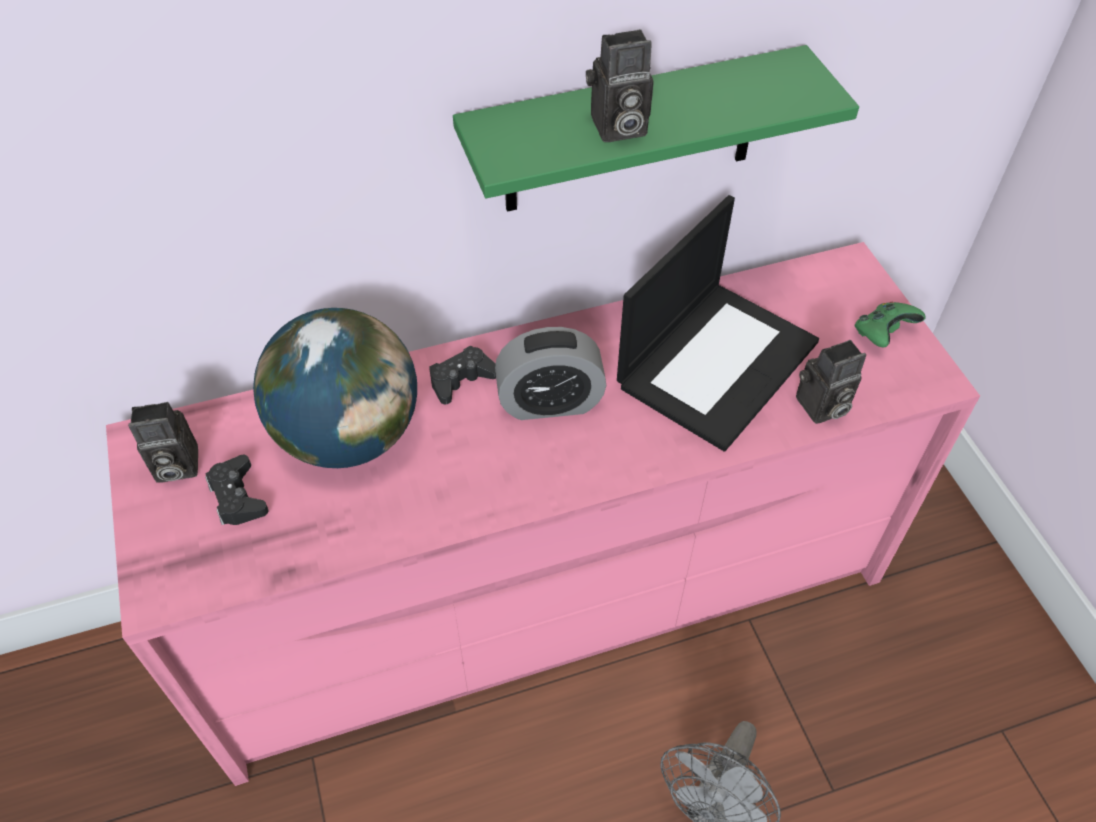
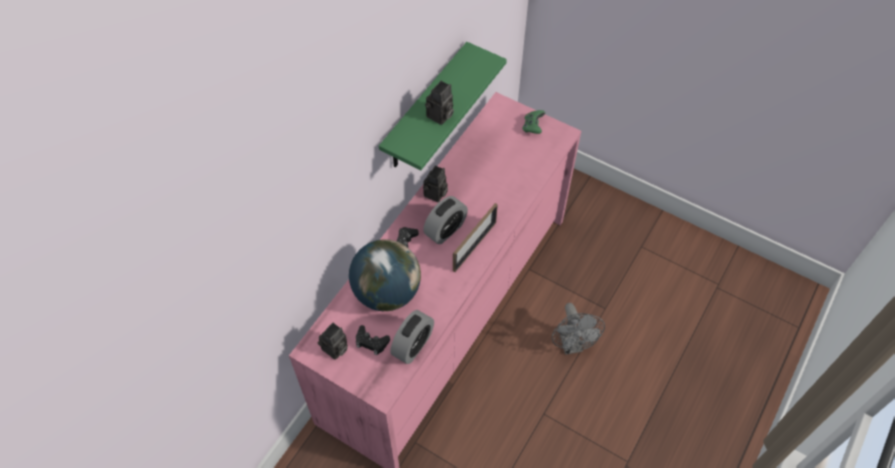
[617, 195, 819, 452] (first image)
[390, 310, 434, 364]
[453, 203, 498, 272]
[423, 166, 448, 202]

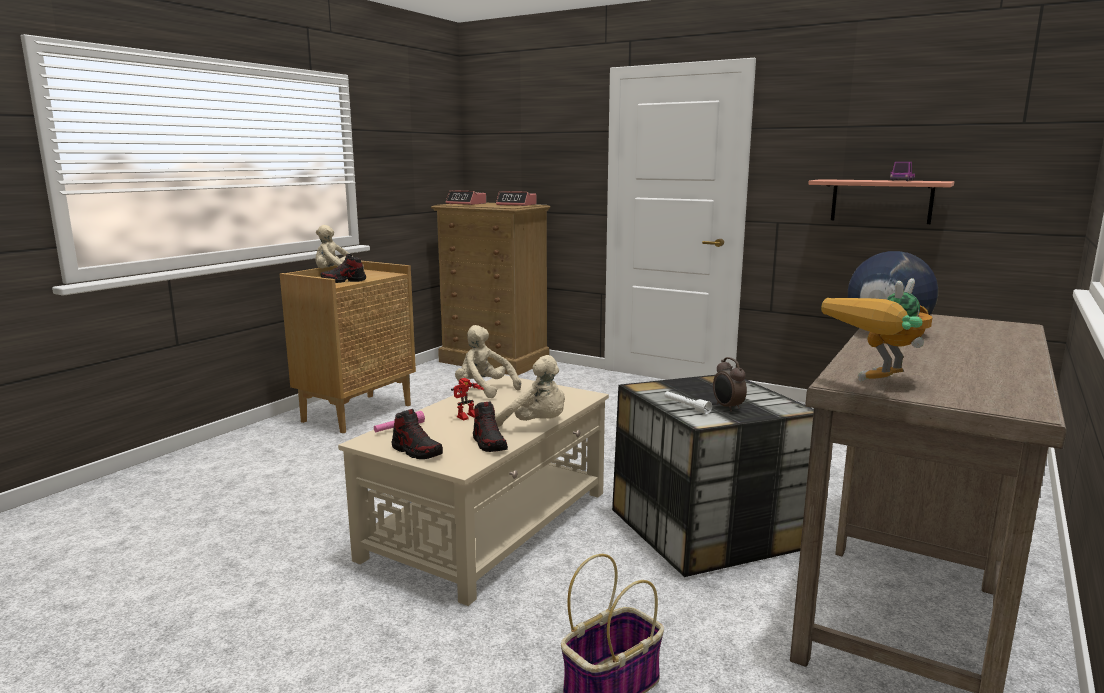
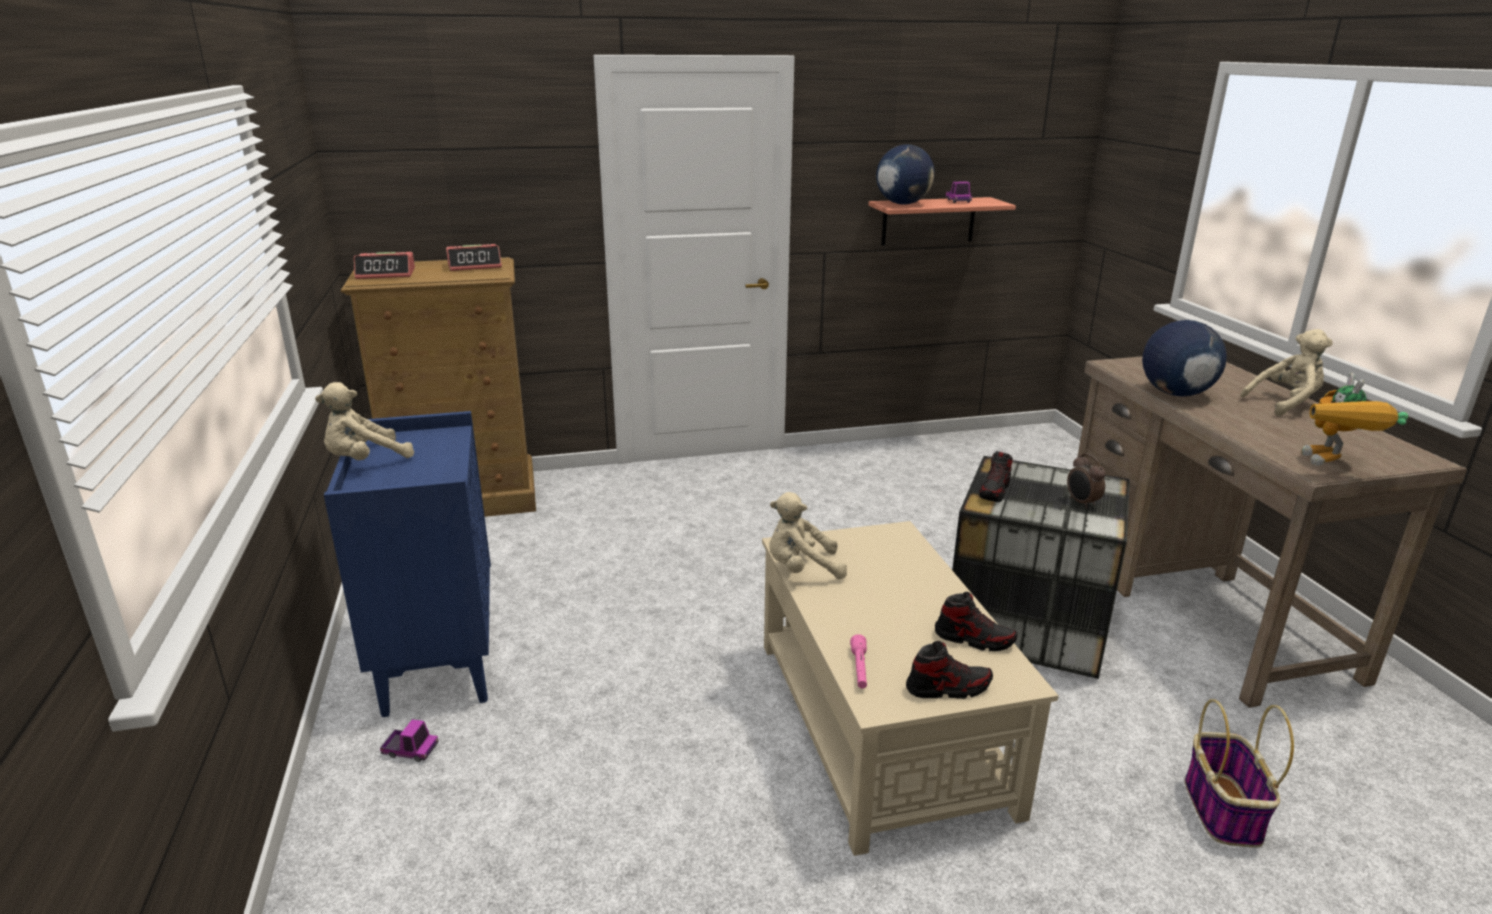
[451, 378, 484, 420] (first image)
[664, 391, 712, 414] (first image)
[380, 719, 439, 762]
[876, 144, 935, 205]
[979, 451, 1013, 502]
[1240, 329, 1333, 416]
[324, 411, 491, 717]
[1067, 453, 1106, 509]

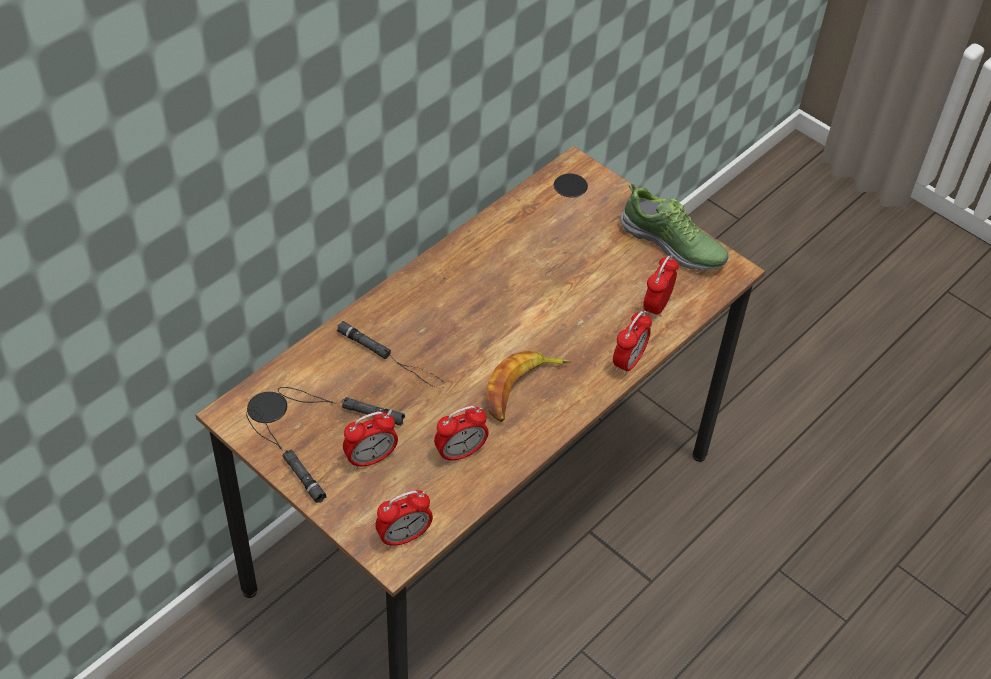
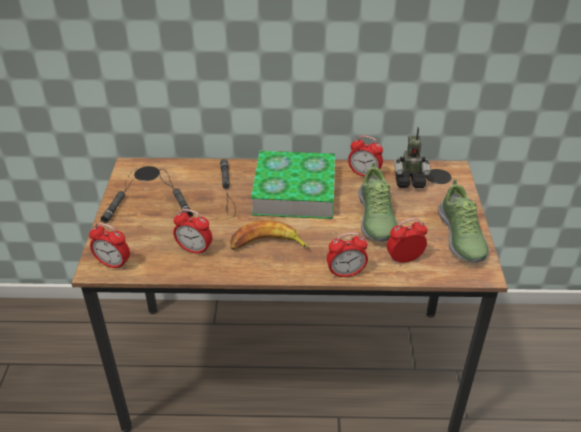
[251, 151, 335, 219]
[358, 162, 398, 242]
[394, 127, 431, 188]
[348, 135, 383, 177]

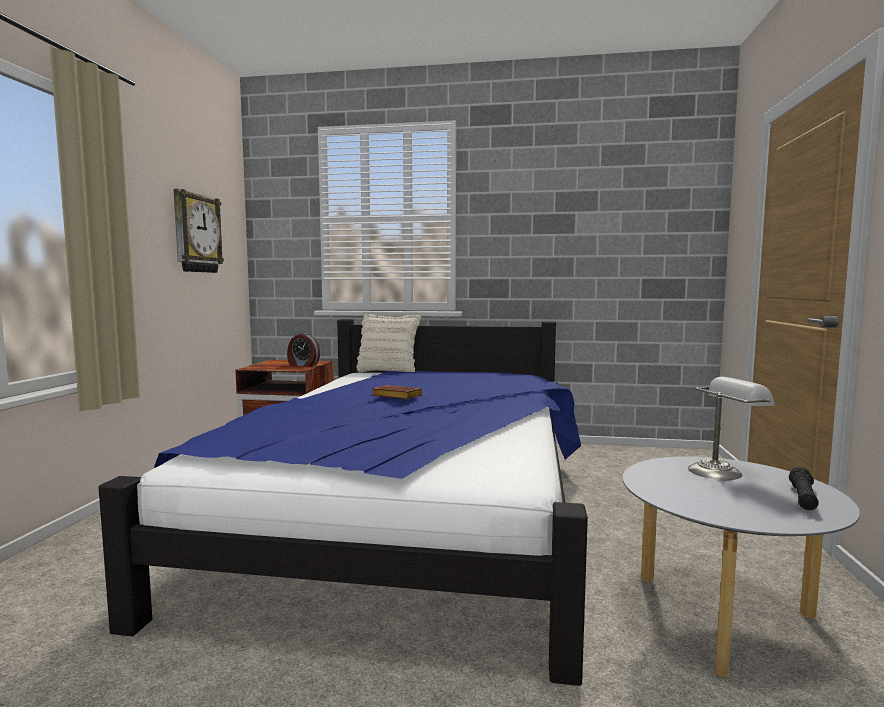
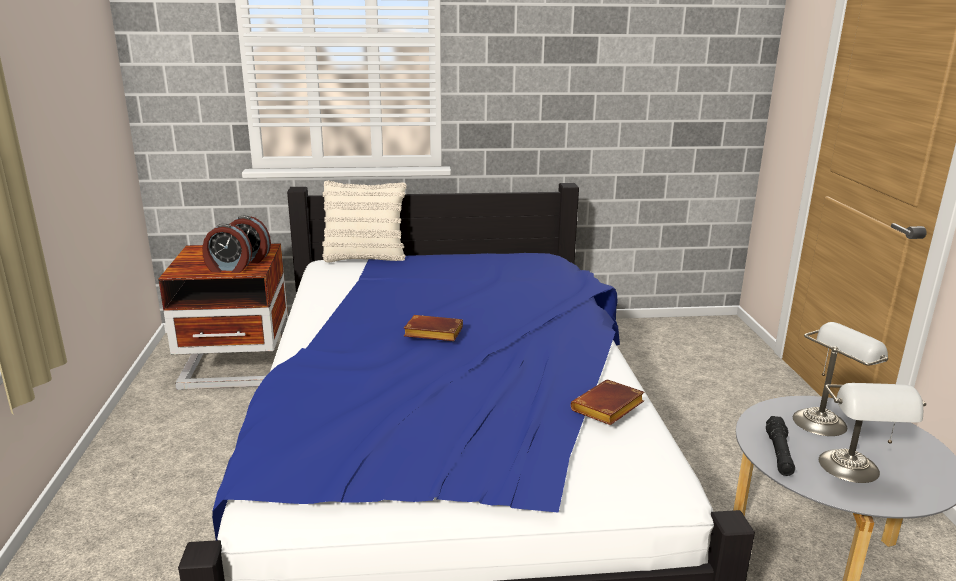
[174, 189, 224, 273] (first image)
[202, 224, 252, 273]
[571, 379, 645, 425]
[819, 383, 926, 483]
[766, 416, 795, 476]

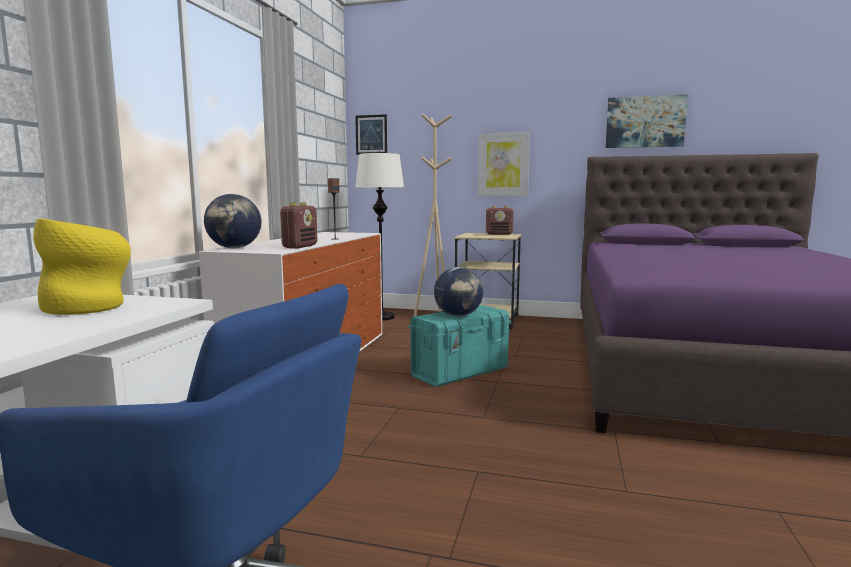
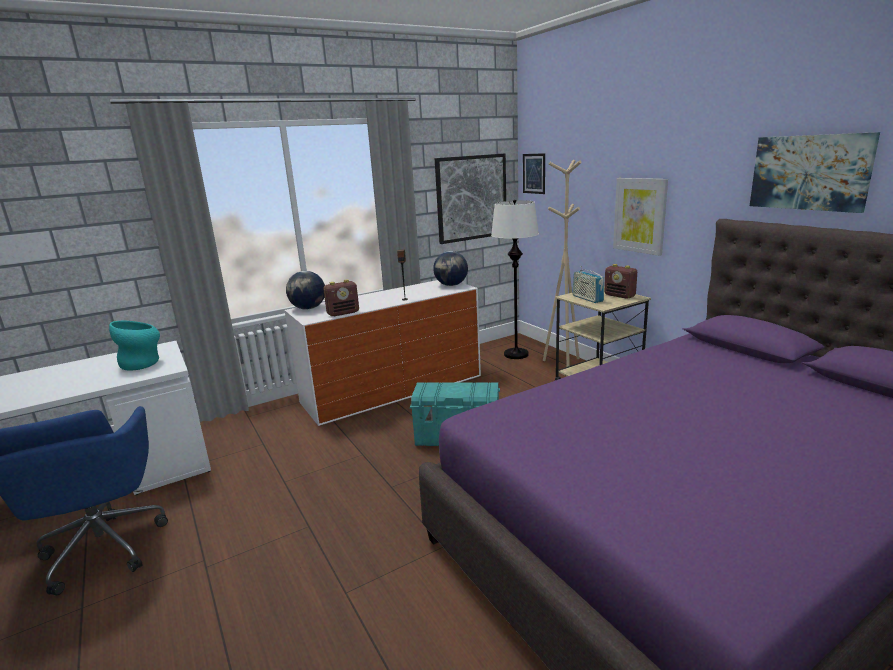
[435, 154, 506, 244]
[572, 266, 604, 303]
[433, 251, 468, 286]
[109, 321, 160, 371]

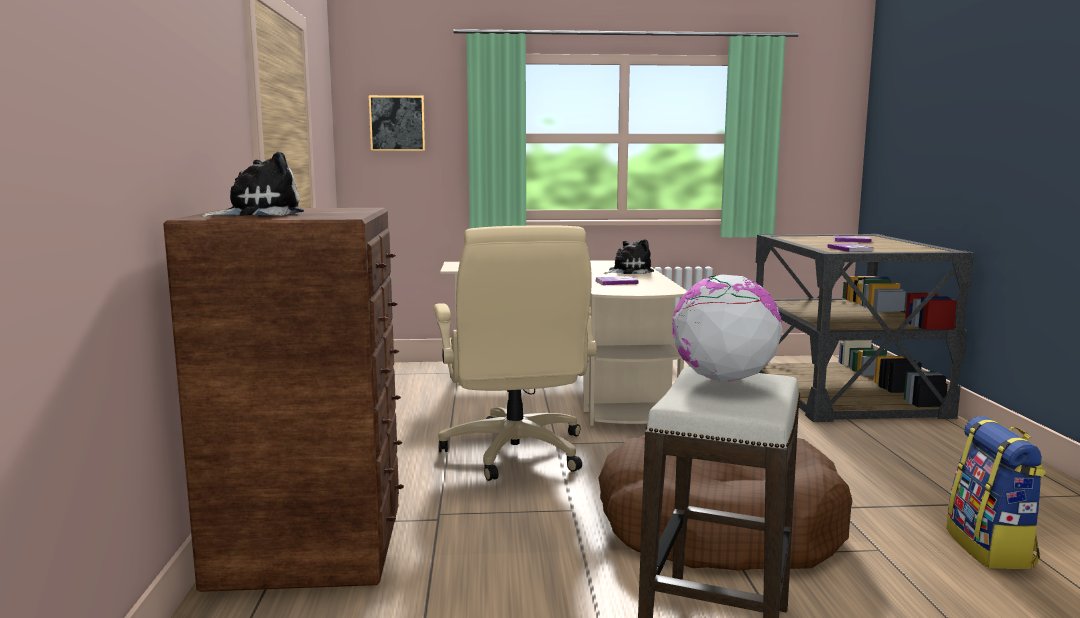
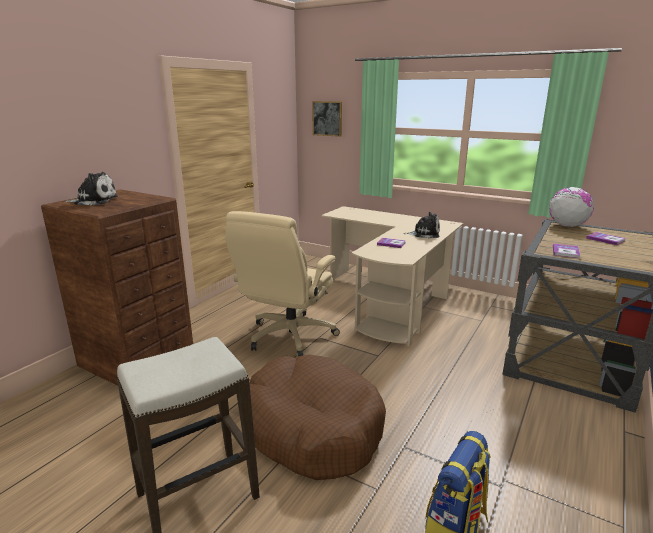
[549, 187, 594, 227]

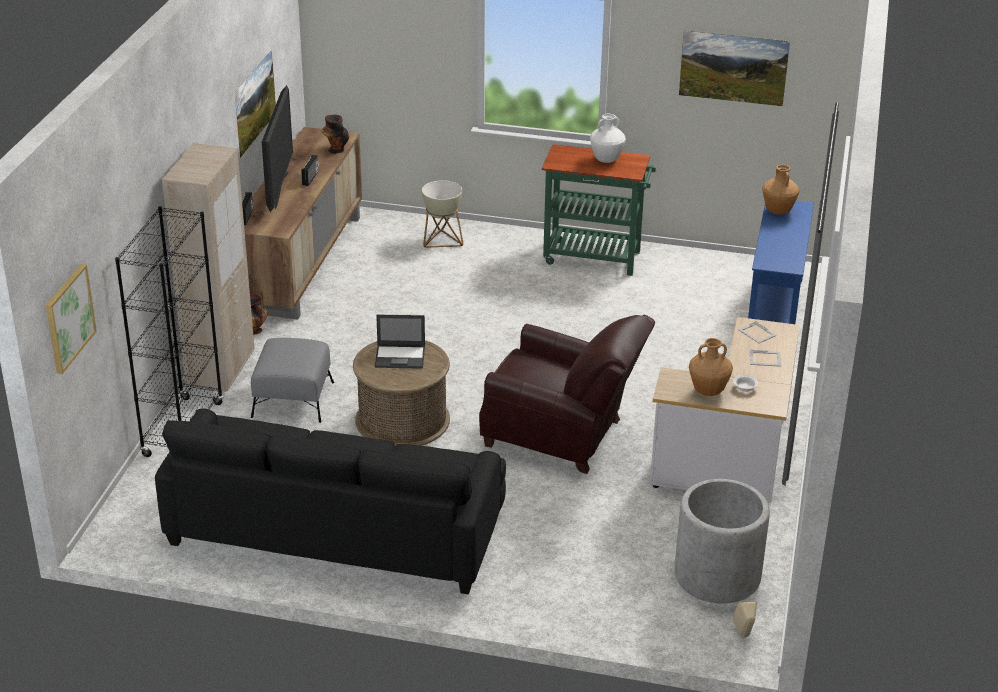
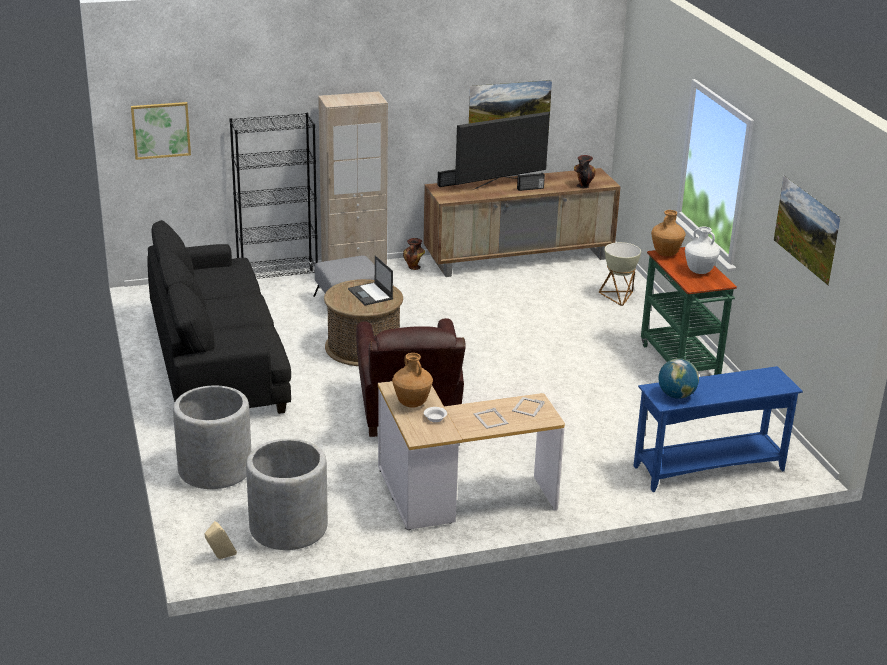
[173, 385, 251, 489]
[658, 358, 699, 399]
[651, 210, 686, 256]

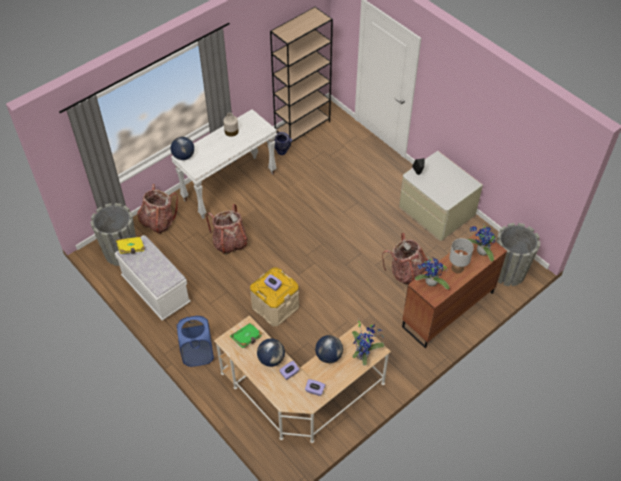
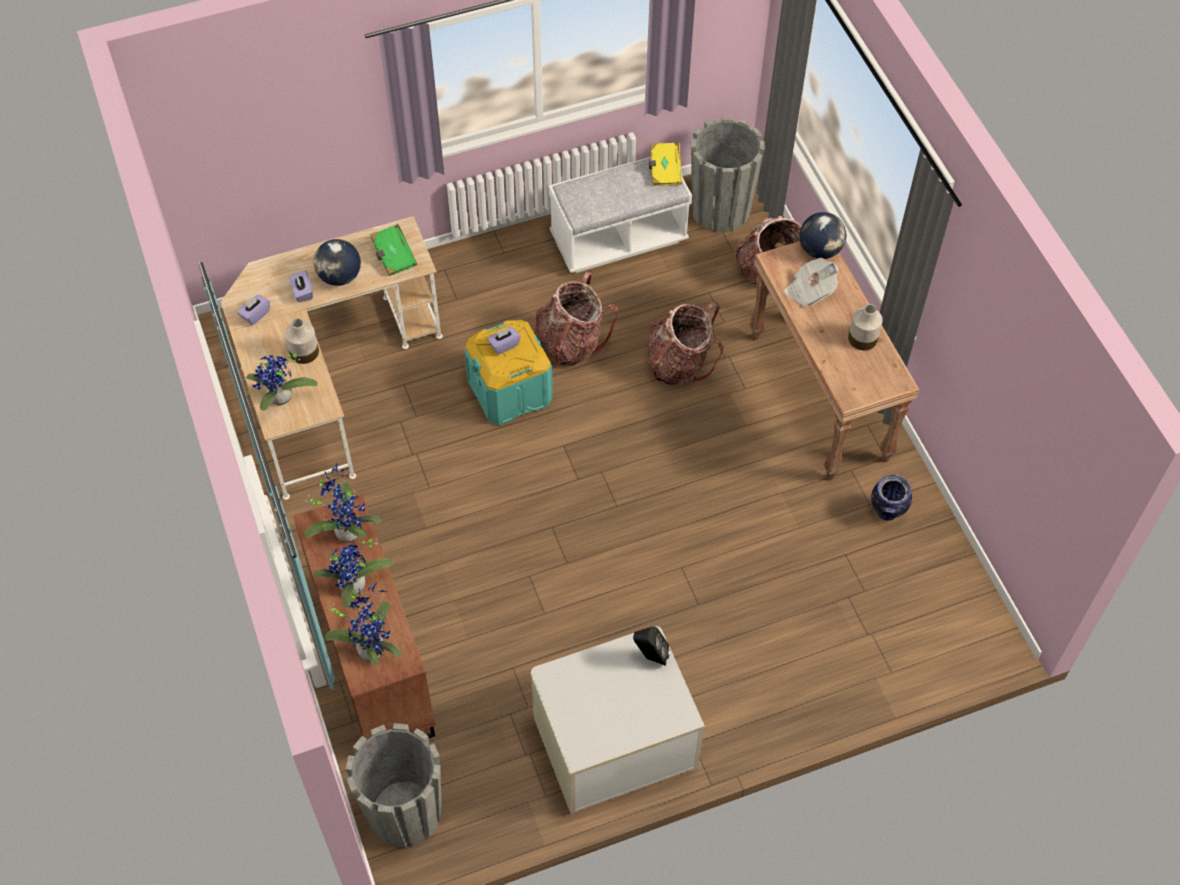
[177, 315, 214, 367] (first image)
[270, 7, 333, 146] (first image)
[785, 258, 839, 308]
[535, 272, 618, 365]
[285, 318, 319, 364]
[314, 539, 393, 607]
[749, 241, 920, 481]
[465, 320, 553, 425]

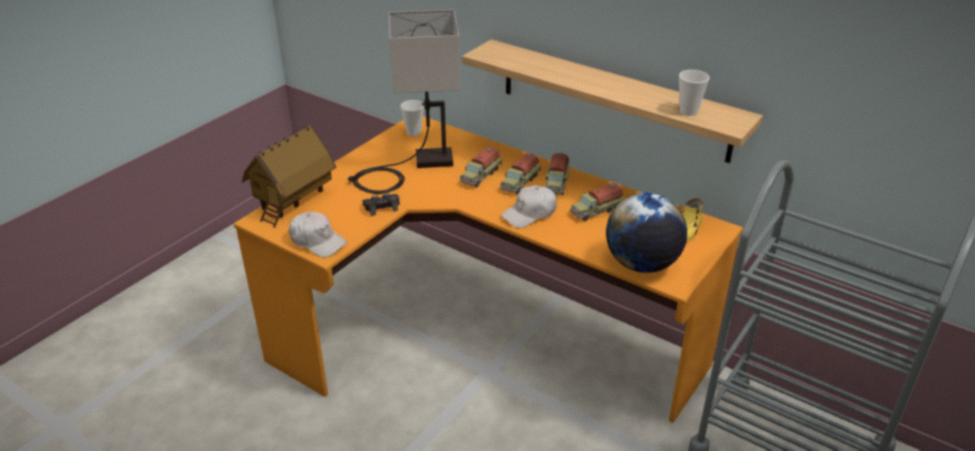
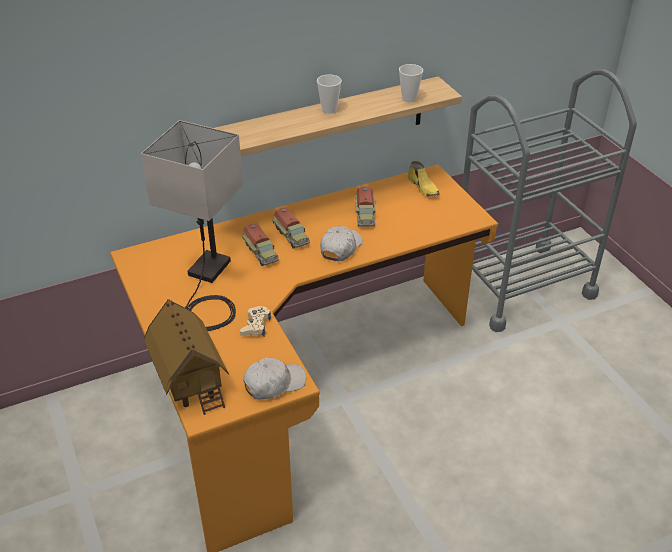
[545, 153, 571, 195] (first image)
[606, 193, 687, 273] (first image)
[317, 74, 342, 114]
[240, 306, 271, 336]
[320, 226, 363, 261]

